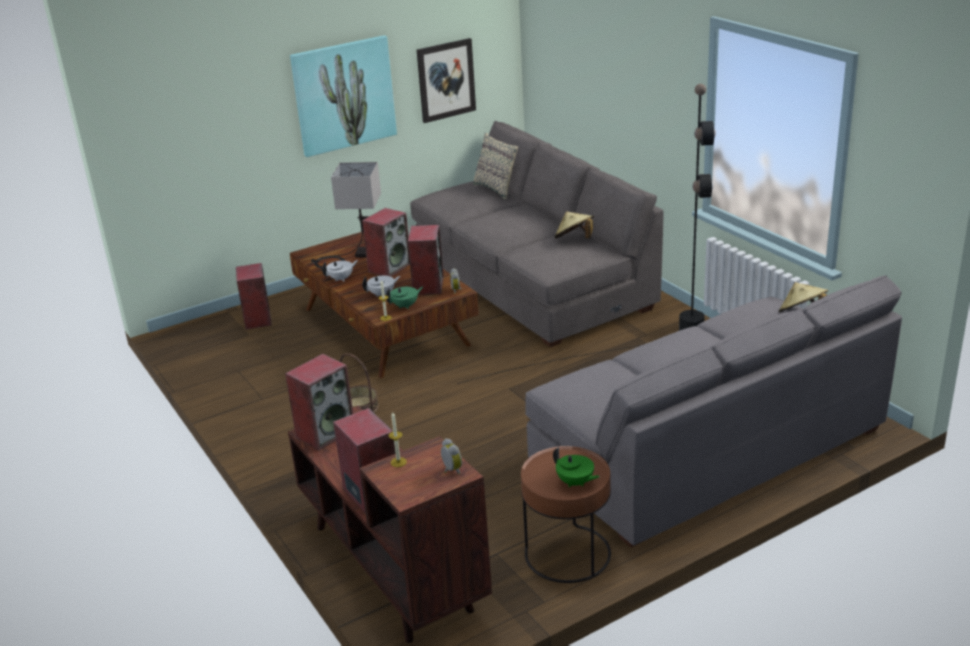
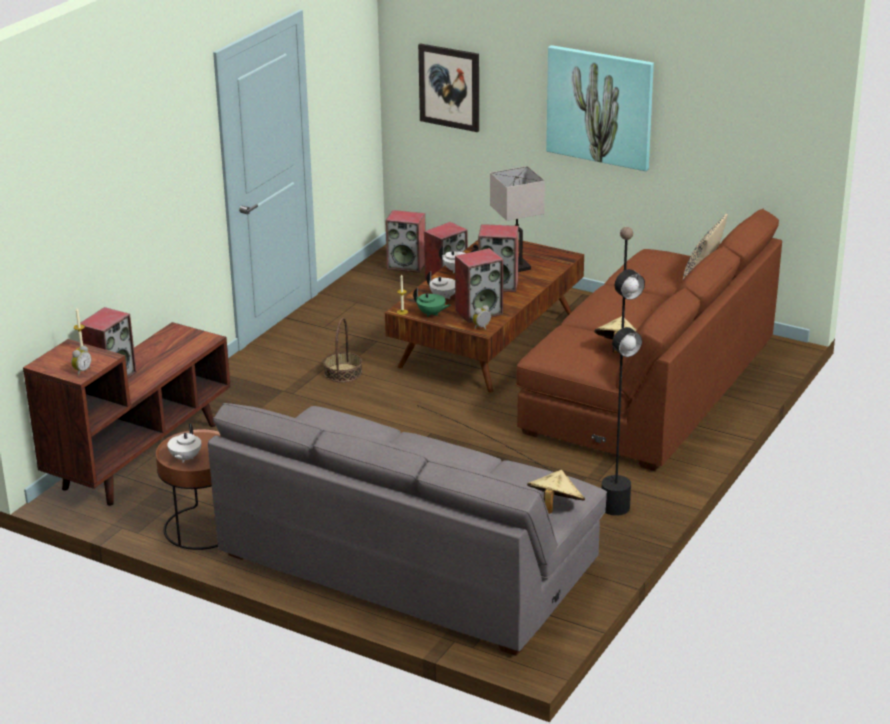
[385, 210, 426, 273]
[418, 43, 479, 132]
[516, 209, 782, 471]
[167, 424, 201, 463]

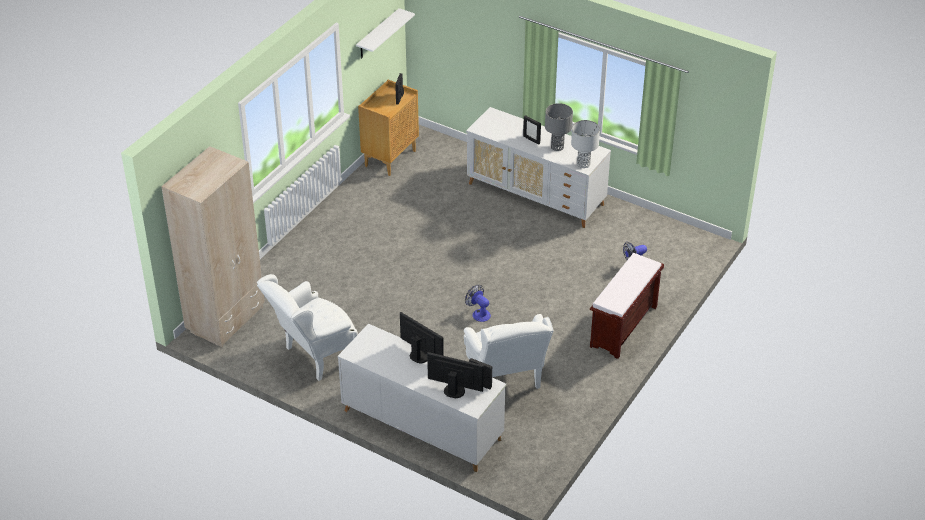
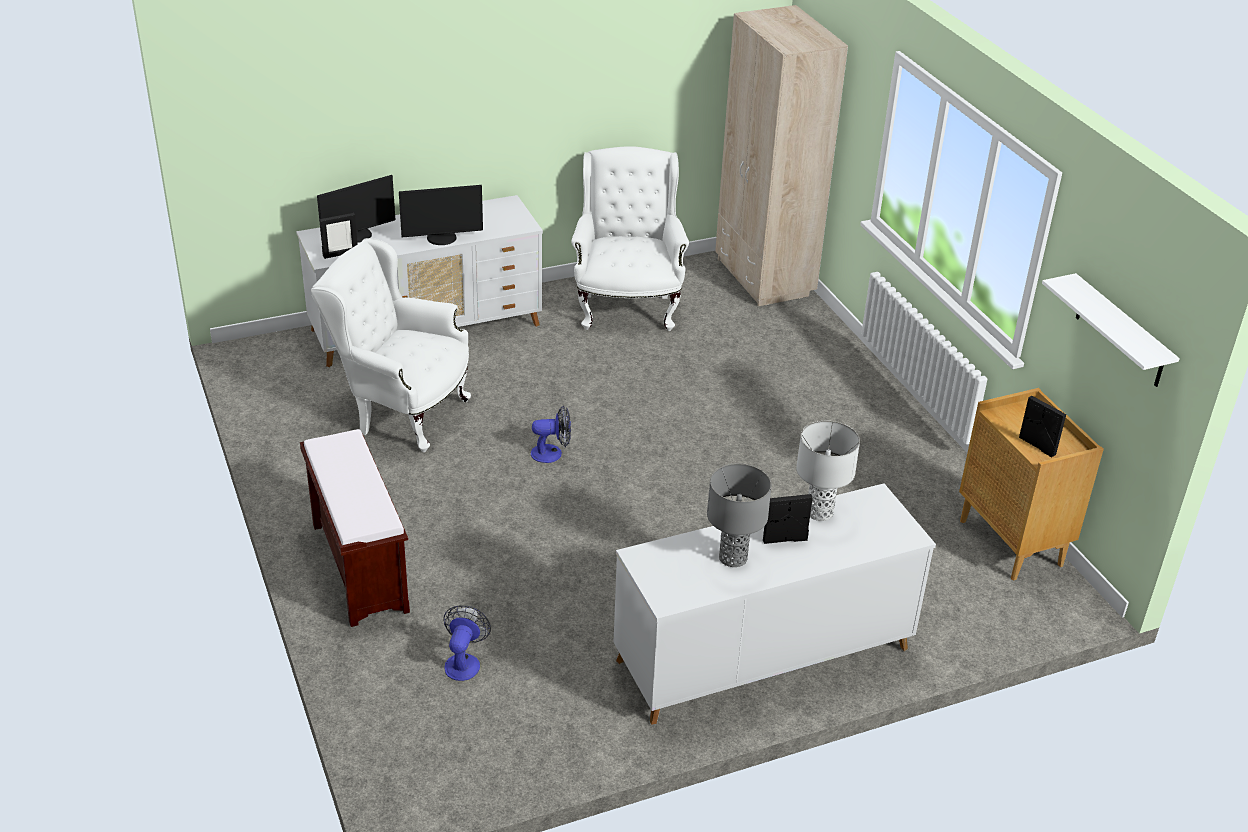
[796, 421, 860, 521]

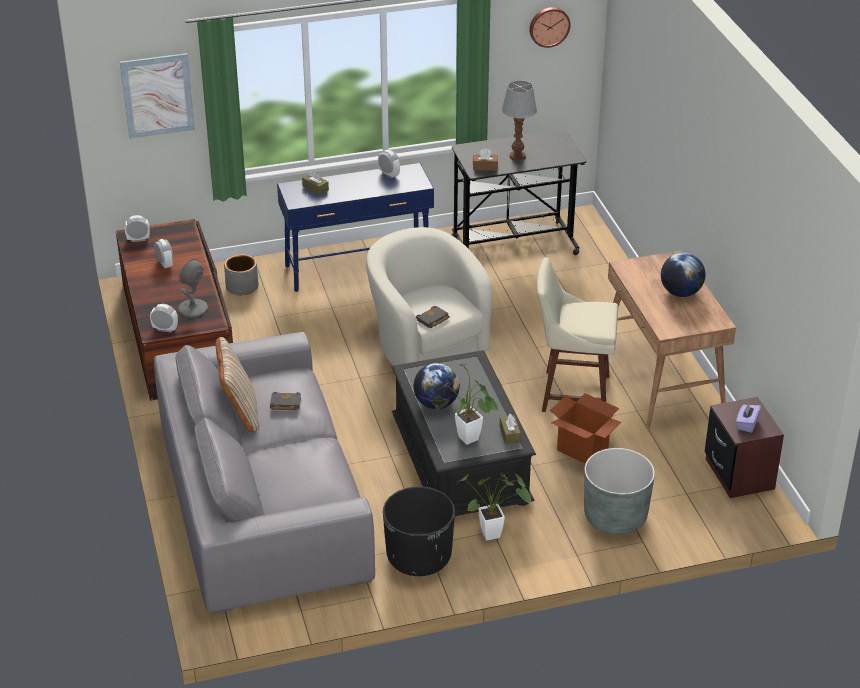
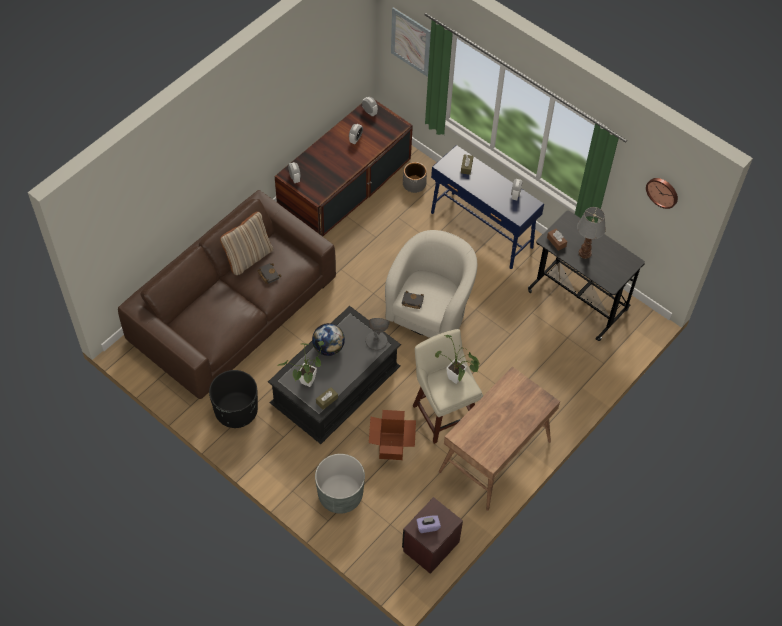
[661, 253, 705, 297] (first image)
[365, 318, 390, 351]
[435, 335, 480, 384]
[118, 190, 336, 399]

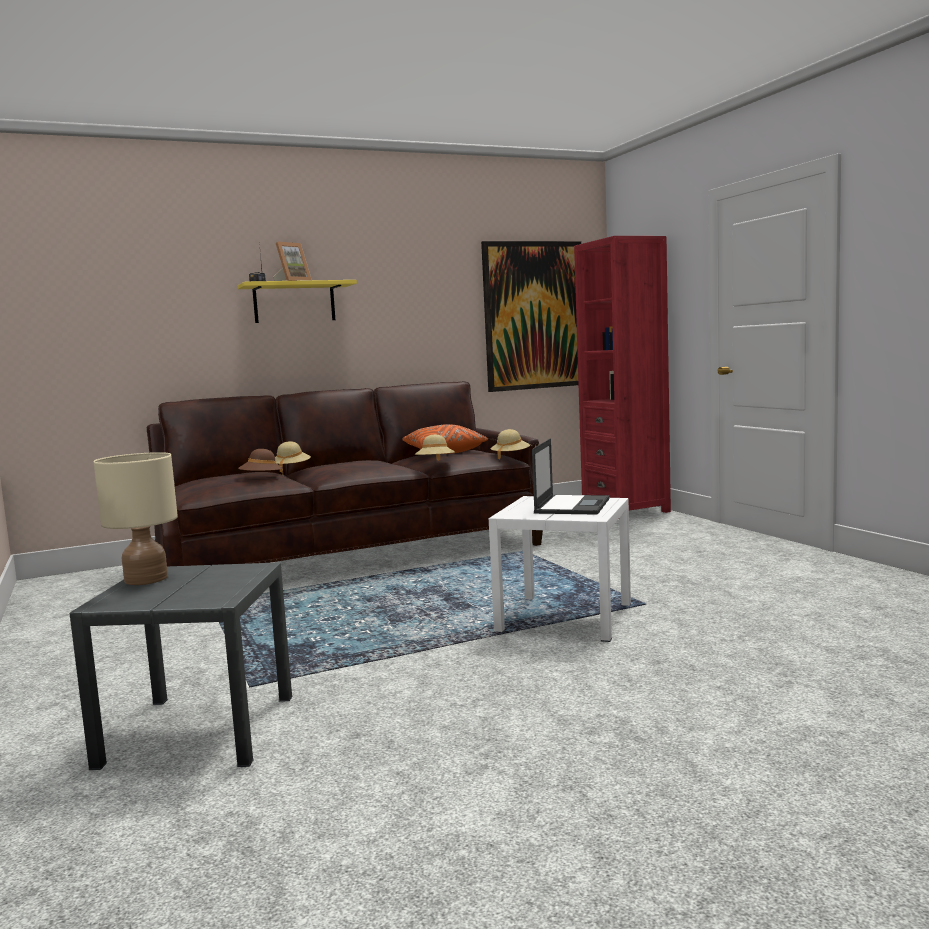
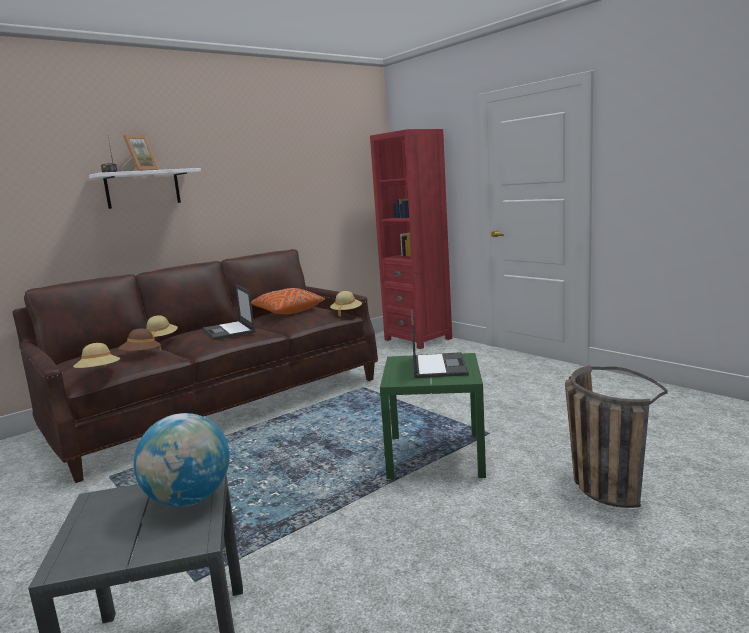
[94, 452, 178, 585] (first image)
[481, 241, 581, 392] (first image)
[134, 413, 230, 507]
[203, 284, 255, 340]
[565, 365, 668, 508]
[73, 343, 120, 368]
[89, 168, 201, 209]
[380, 353, 486, 479]

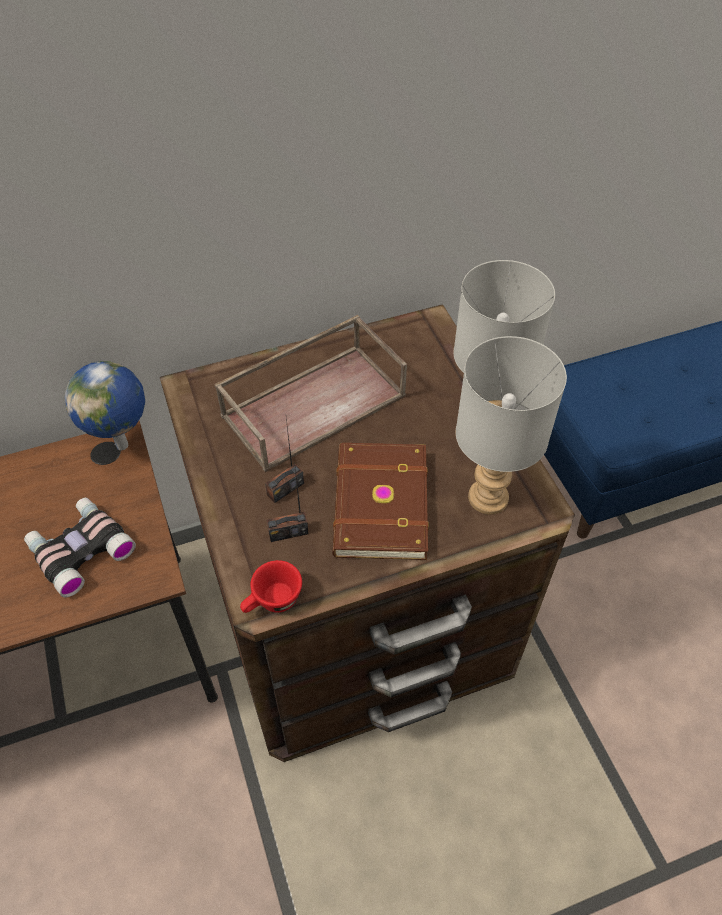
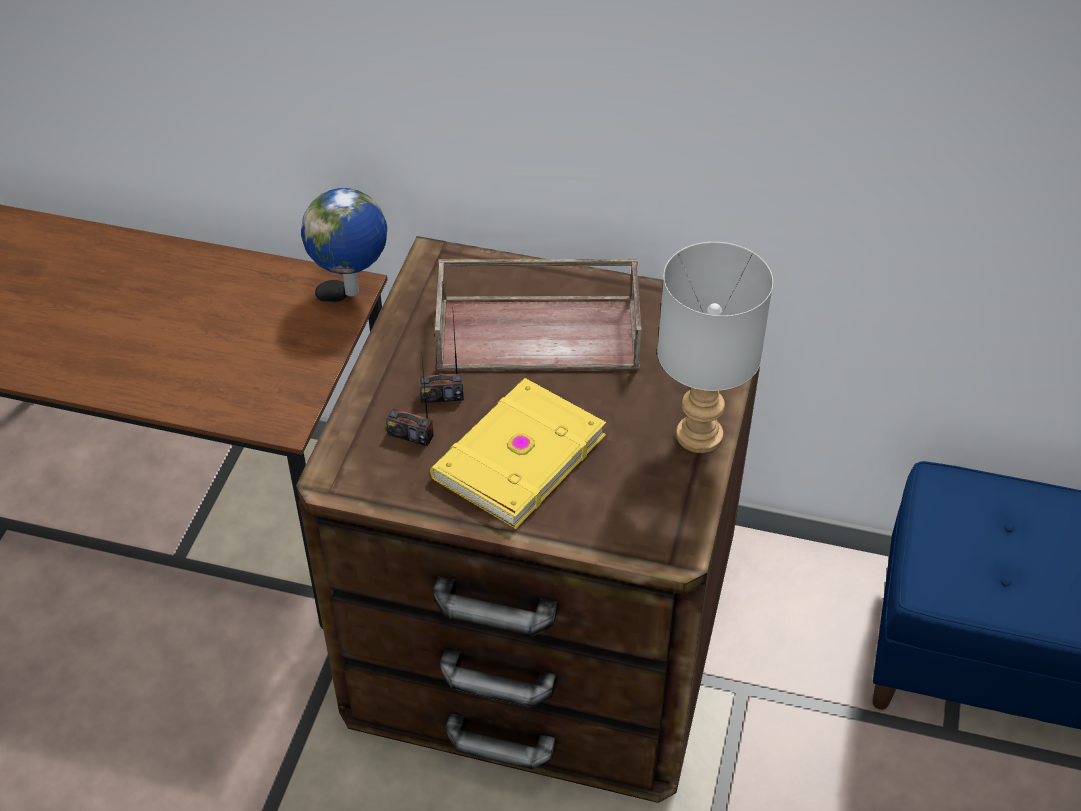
[24, 498, 136, 597] (first image)
[240, 560, 302, 613] (first image)
[456, 336, 567, 515] (first image)
[430, 378, 606, 529]

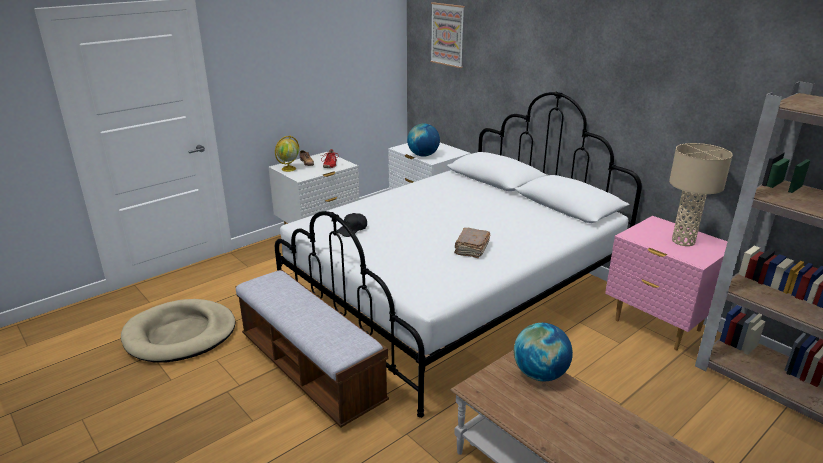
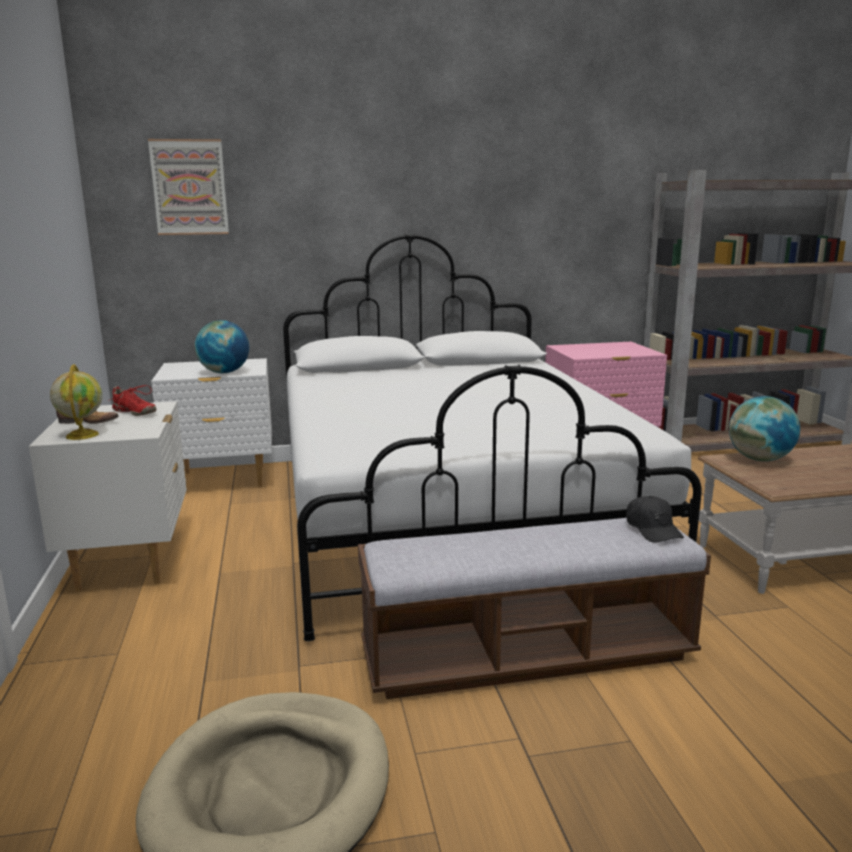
[454, 228, 490, 258] (first image)
[669, 143, 733, 246] (first image)
[626, 496, 684, 543]

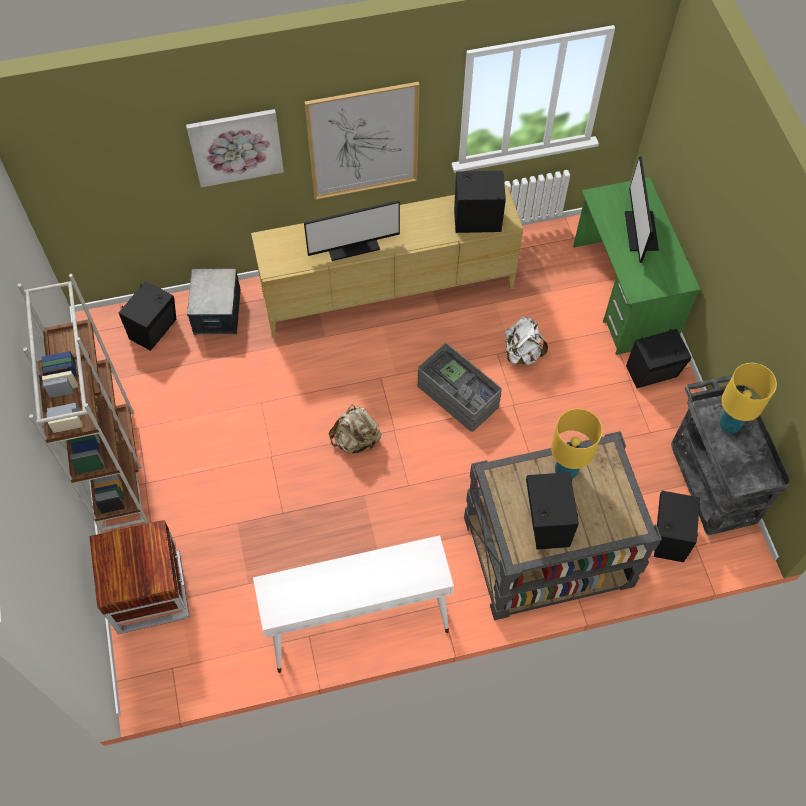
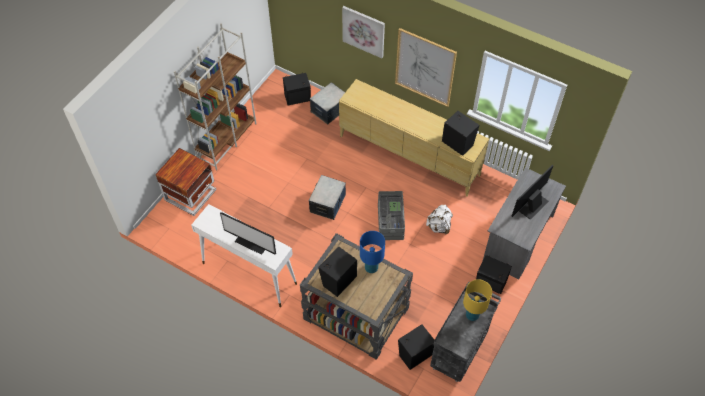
[220, 212, 276, 255]
[308, 175, 346, 220]
[360, 231, 385, 273]
[482, 167, 566, 280]

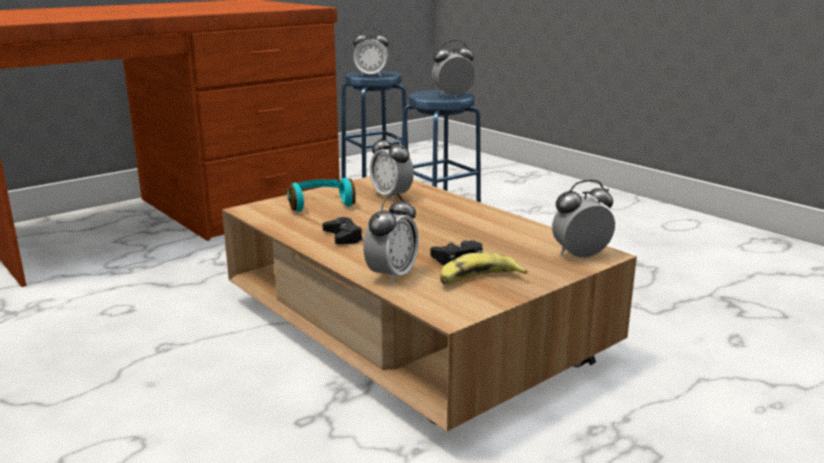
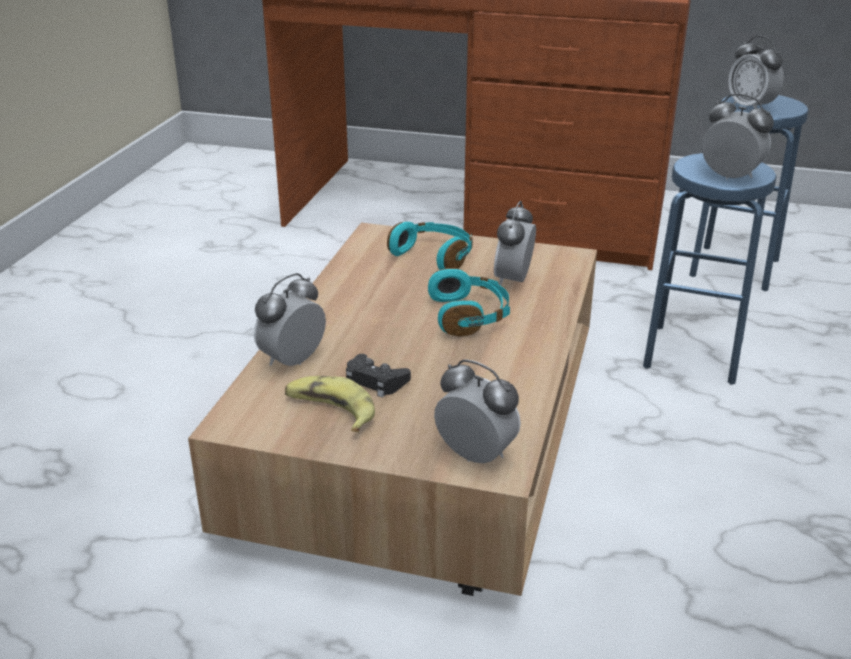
[322, 217, 363, 244] (first image)
[428, 268, 510, 336]
[254, 273, 326, 366]

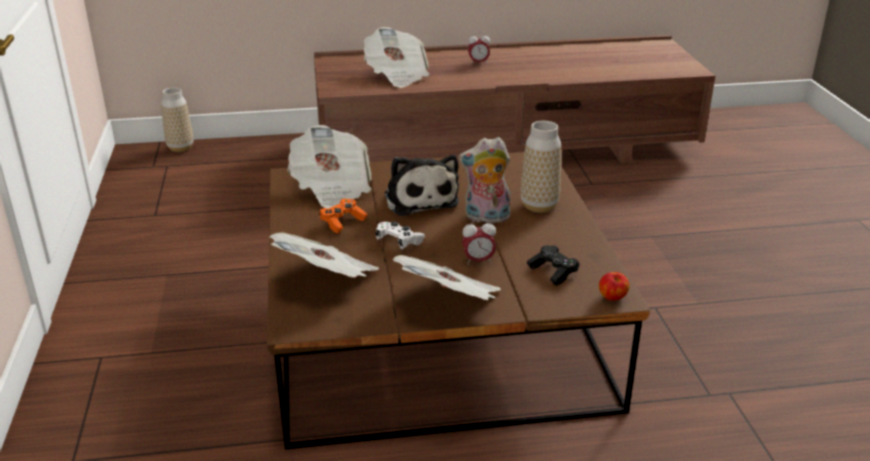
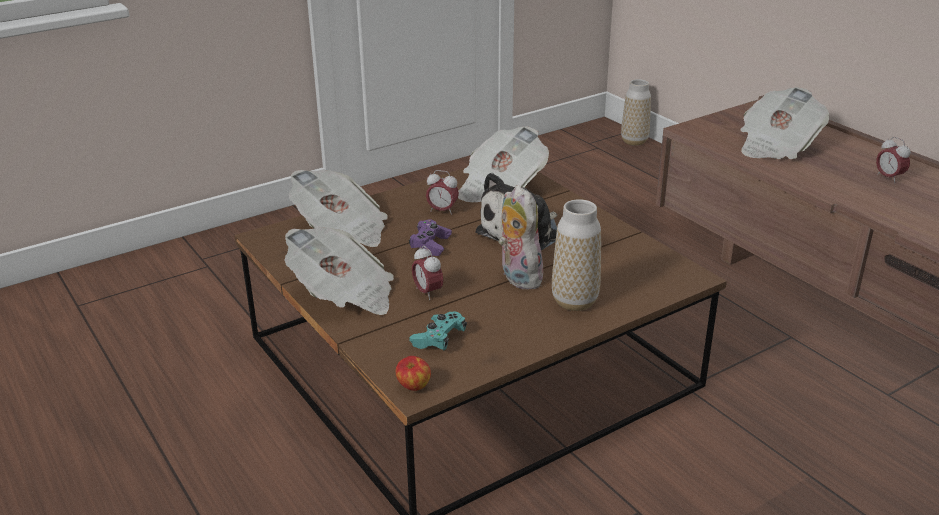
[426, 170, 459, 215]
[409, 219, 452, 256]
[409, 311, 467, 350]

